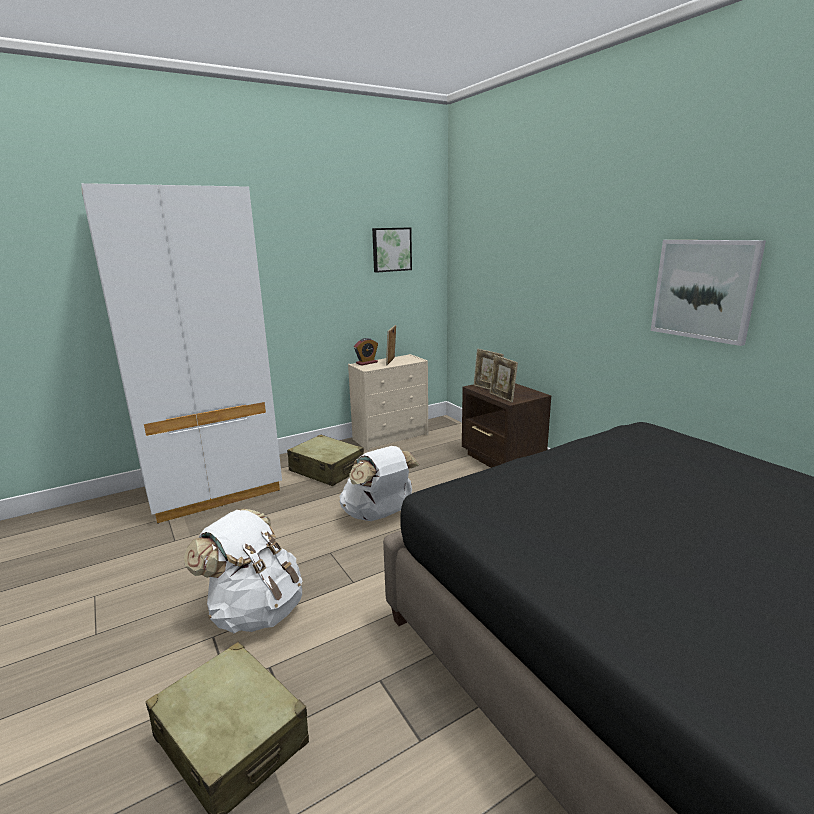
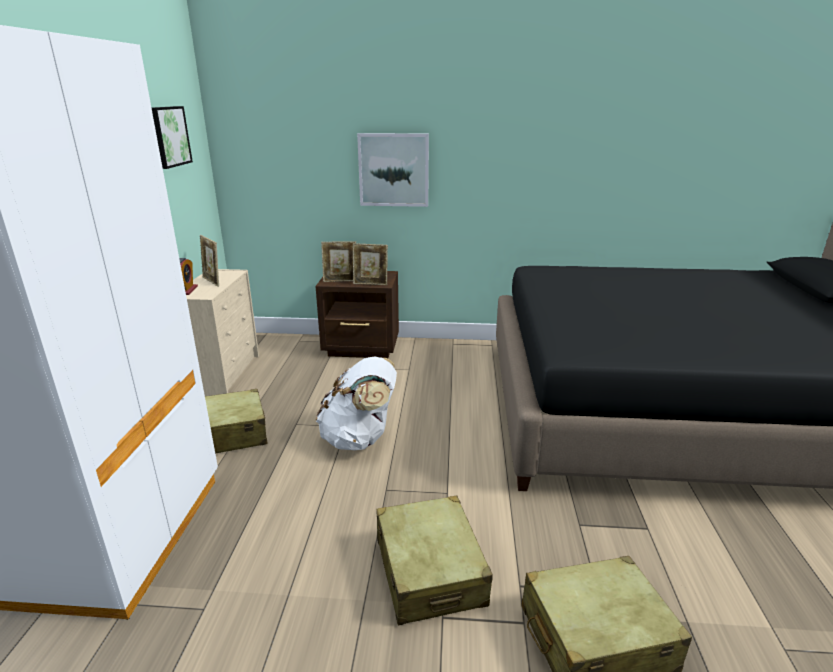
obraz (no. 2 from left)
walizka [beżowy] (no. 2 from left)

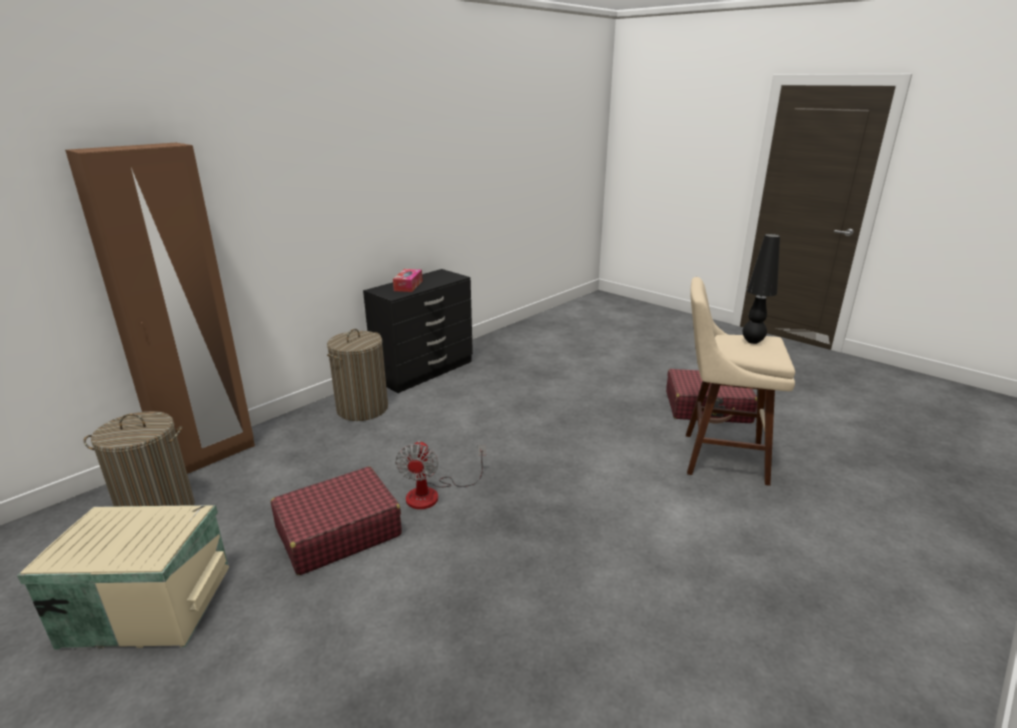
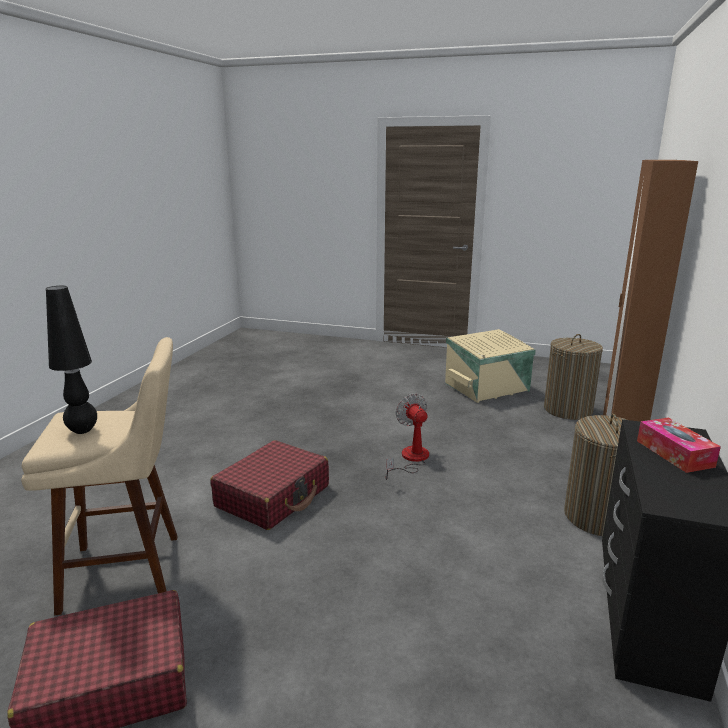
walizka [czerwony] (no. 2 from left)

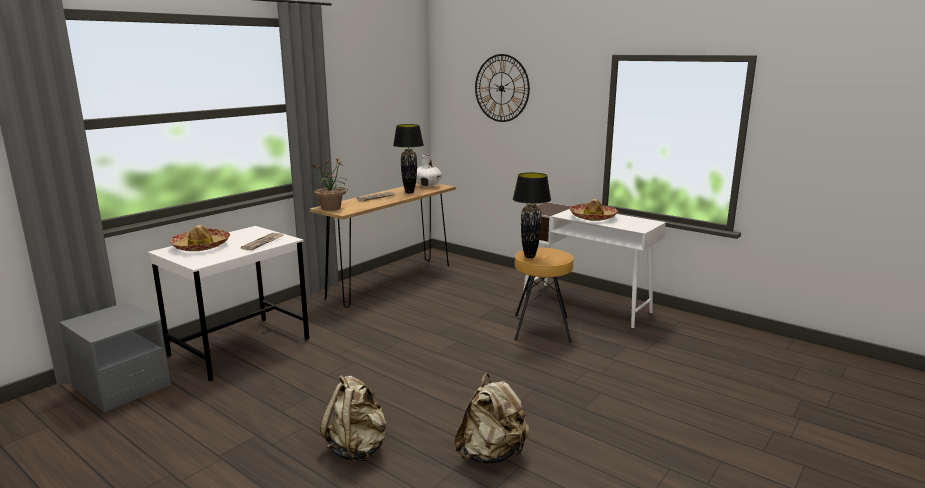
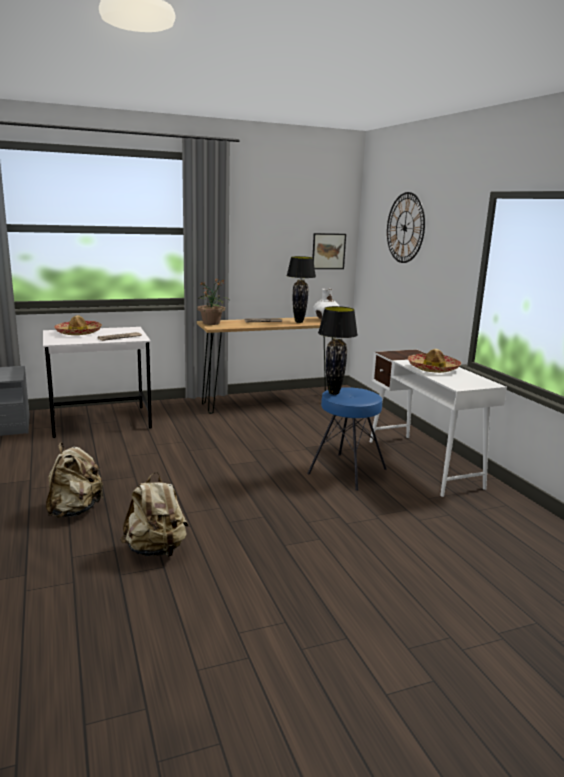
stołek [niebieski]
obraz

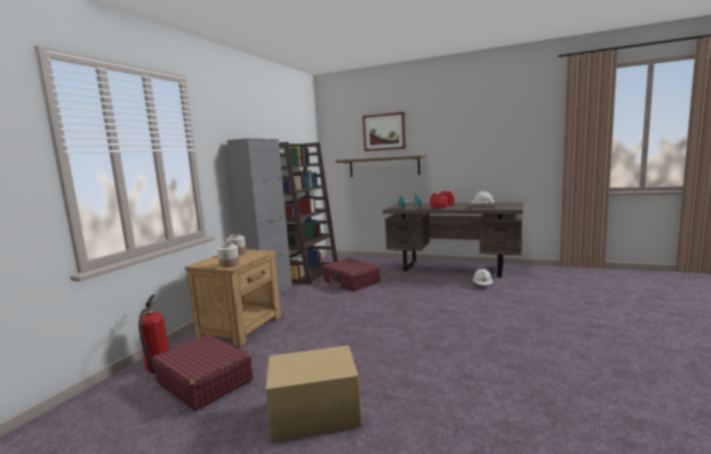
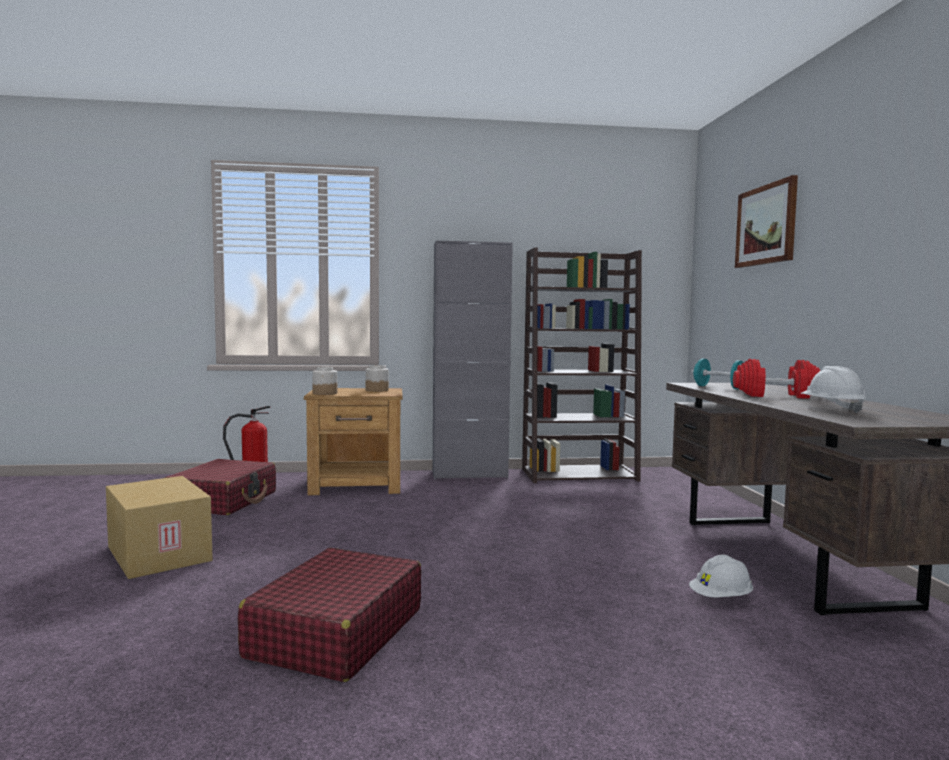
półka
walizka [czerwony] (no. 2 from left)

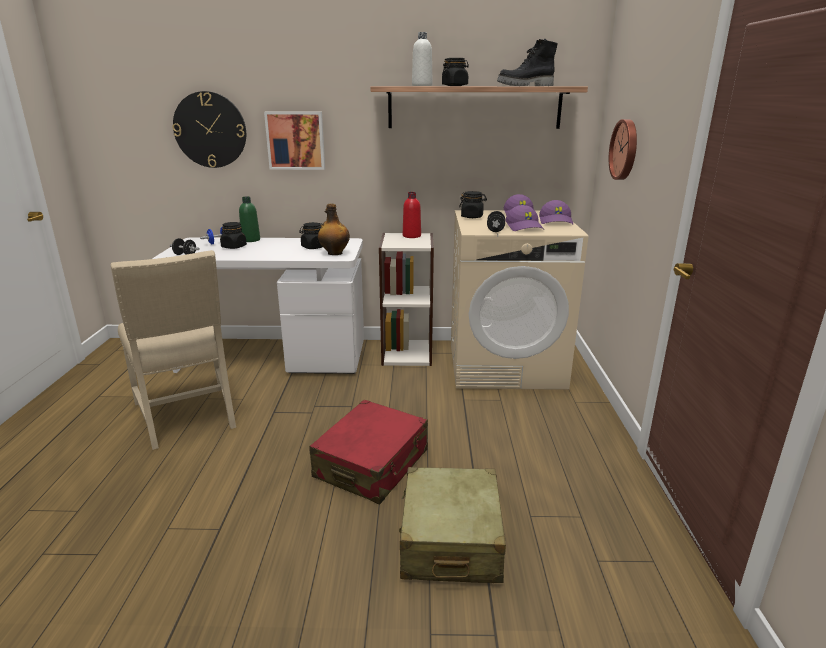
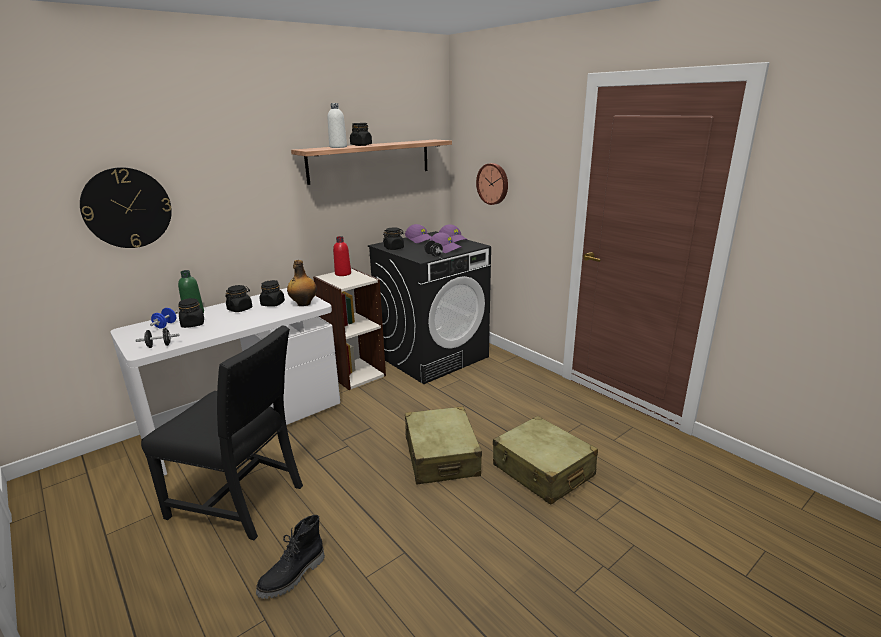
but z cholewką [czarny]
obraz
pralka [czarny]
krzesło [czarny]
walizka [beżowy] (no. 1 from left)
słoik [czarny] (no. 2 from left)

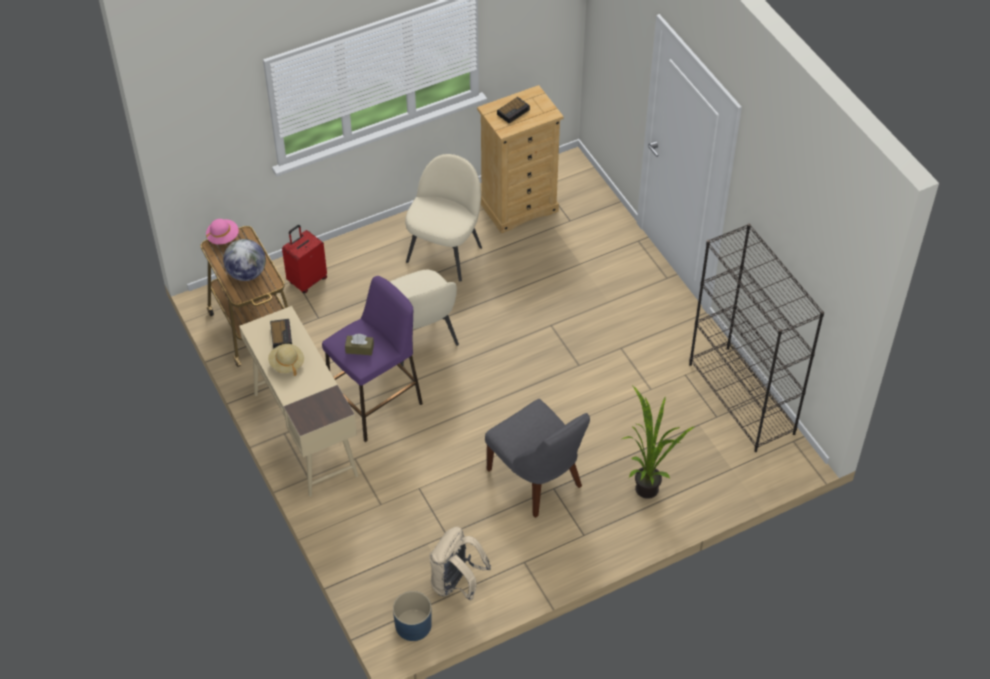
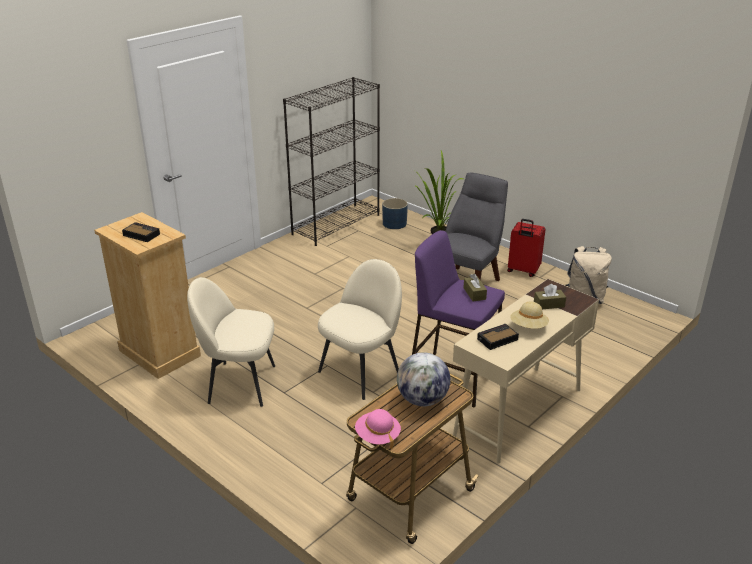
walizka [czerwony]
donica [niebieski]
pudełko chusteczek [brązowy] (no. 2 from left)

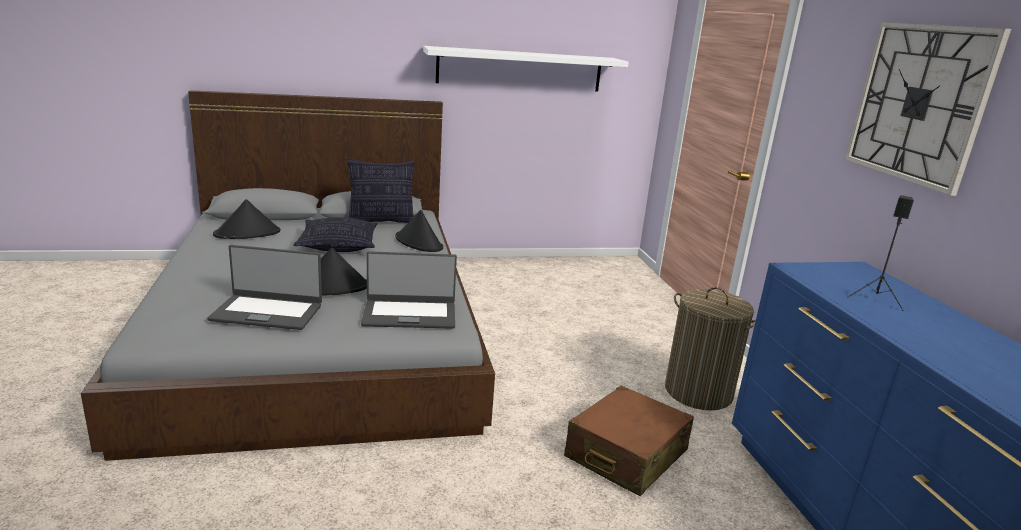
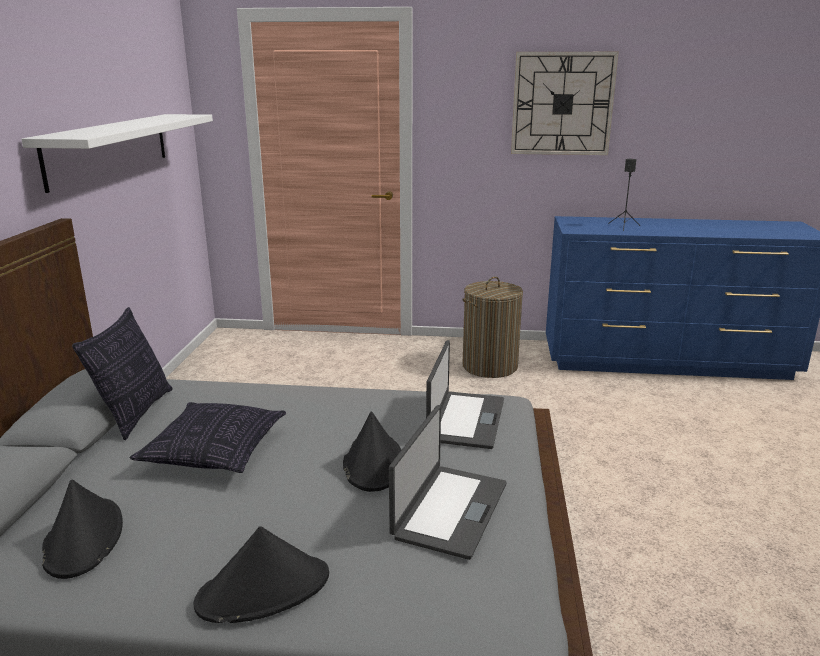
kapelusz [czarny] (no. 2 from left)
walizka [brązowy]

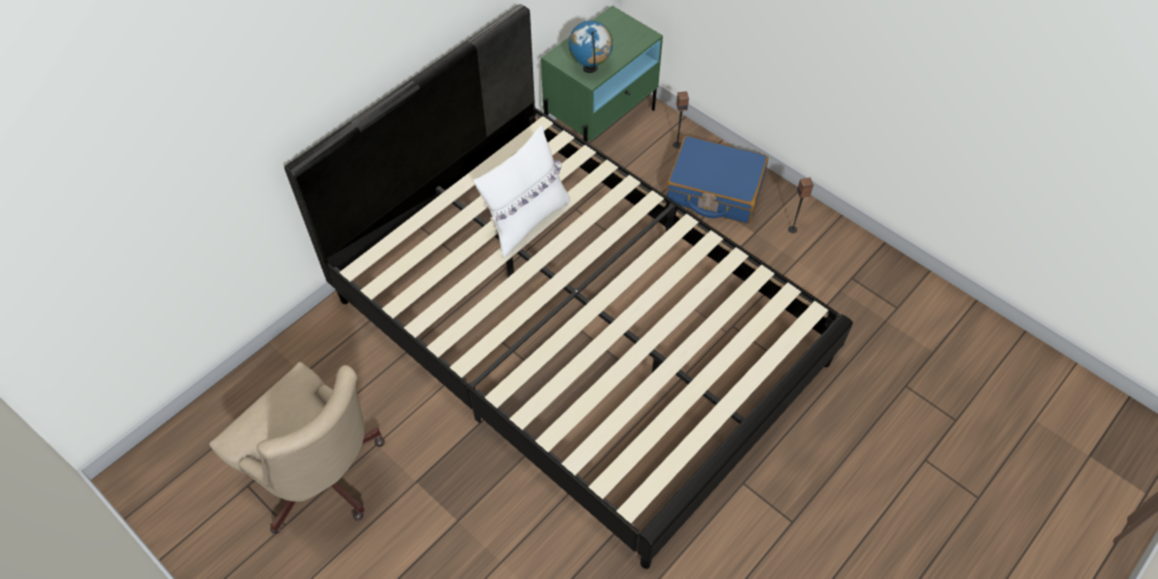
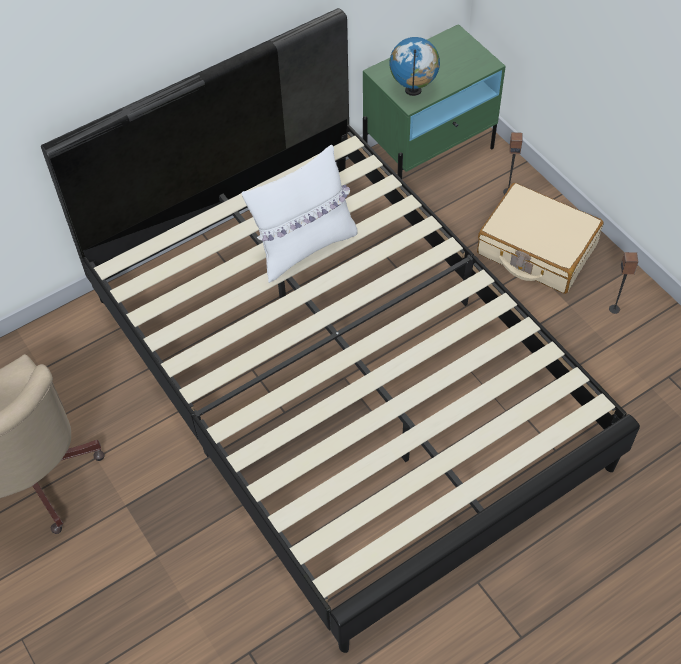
walizka [beżowy]

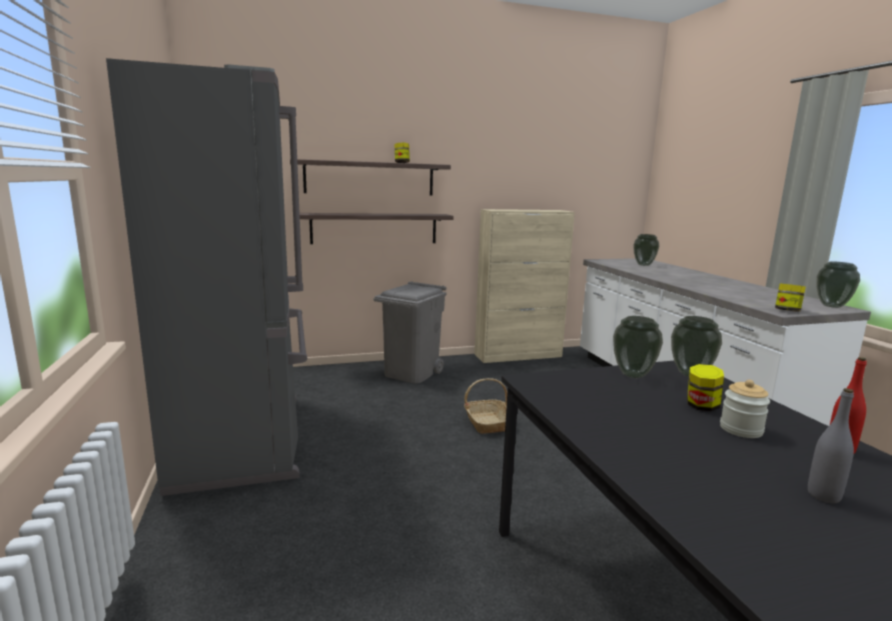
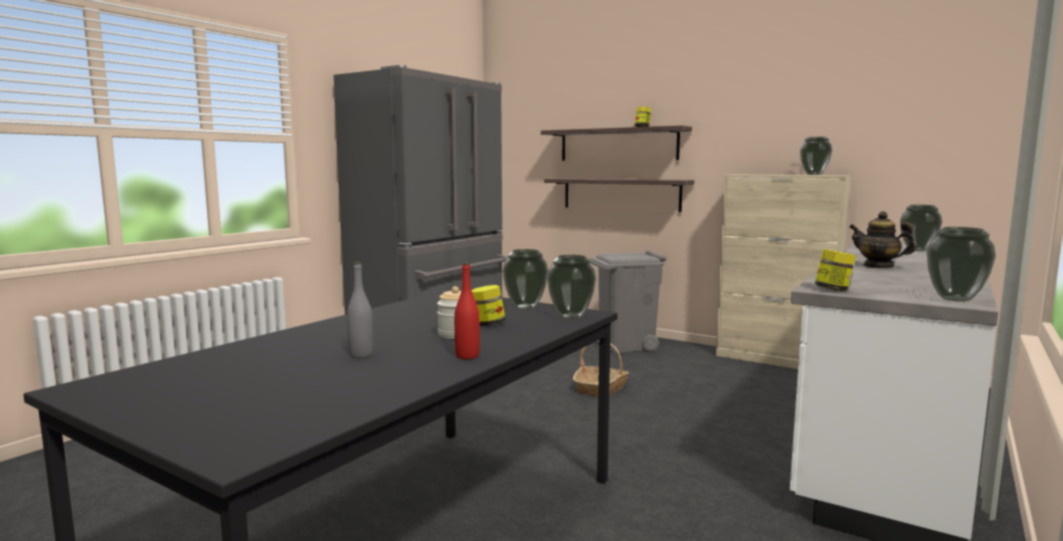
wazon (no. 3 from left)
imbryk

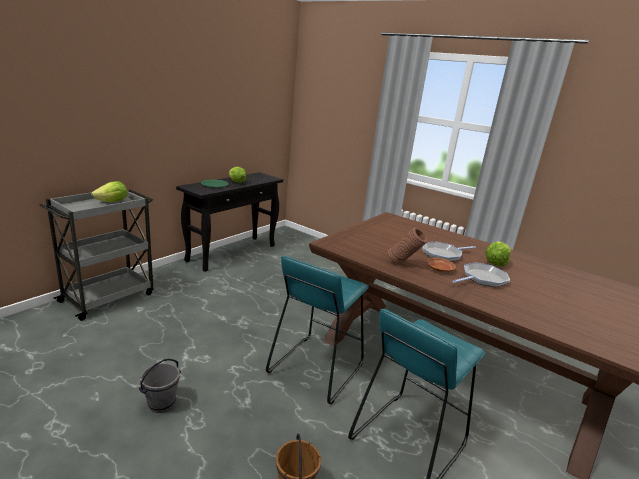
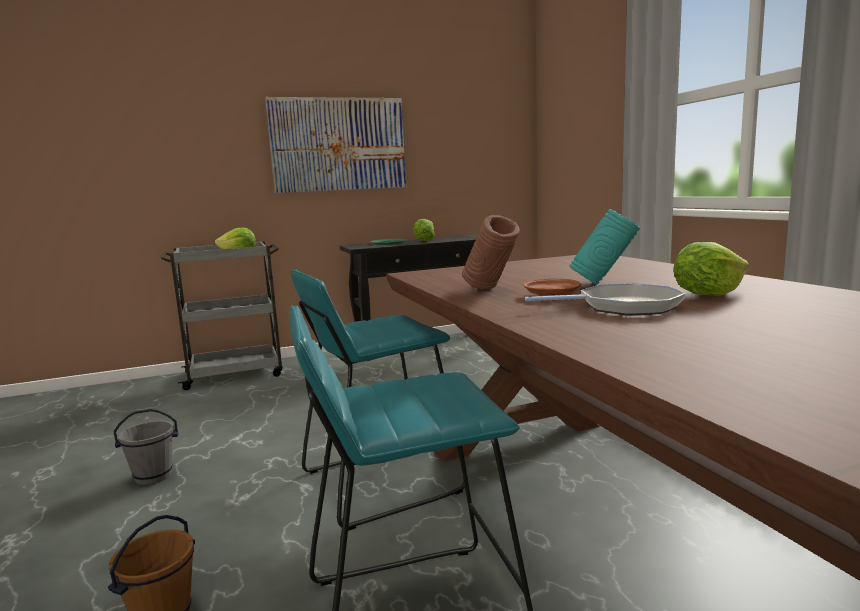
wazon [turkusowy]
obraz

